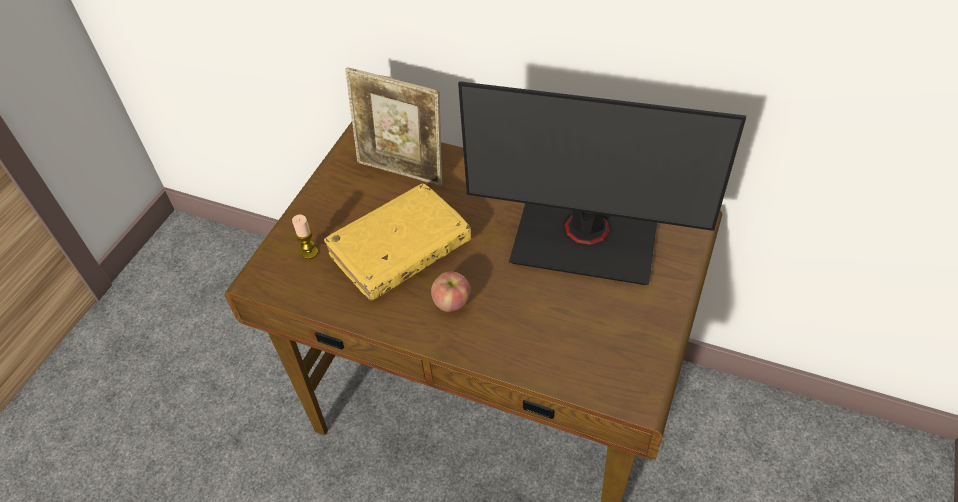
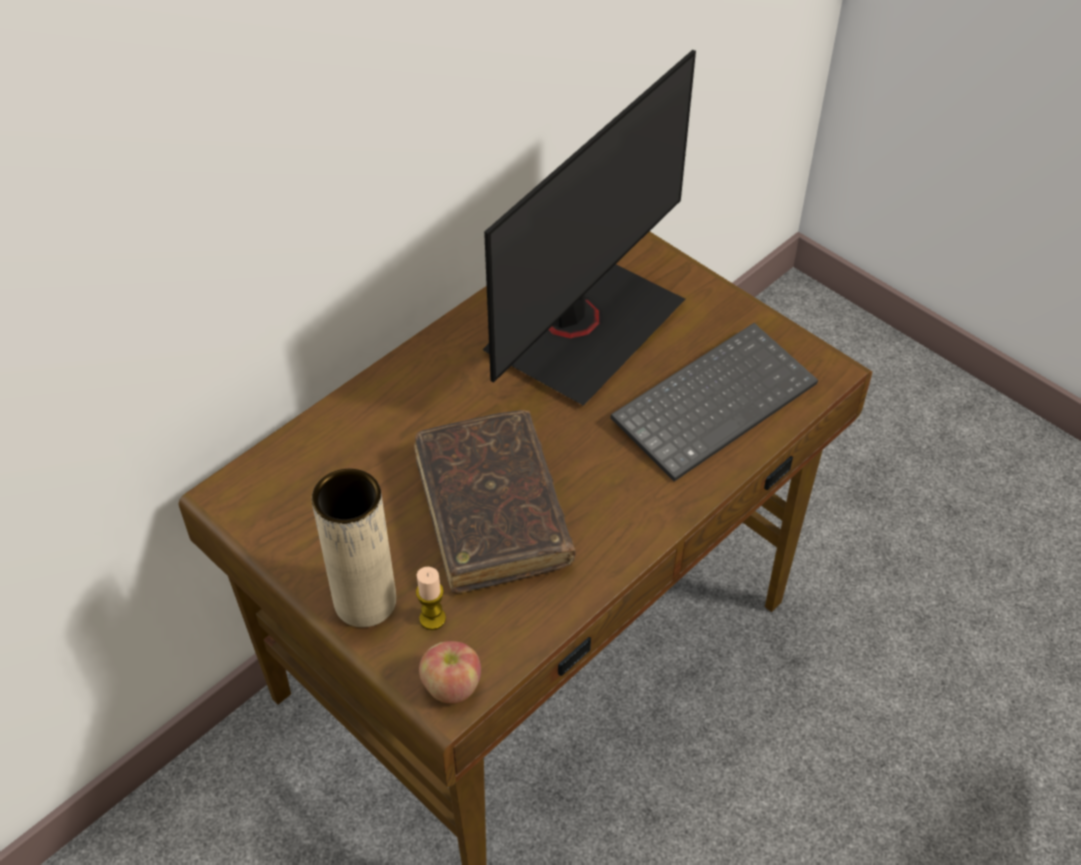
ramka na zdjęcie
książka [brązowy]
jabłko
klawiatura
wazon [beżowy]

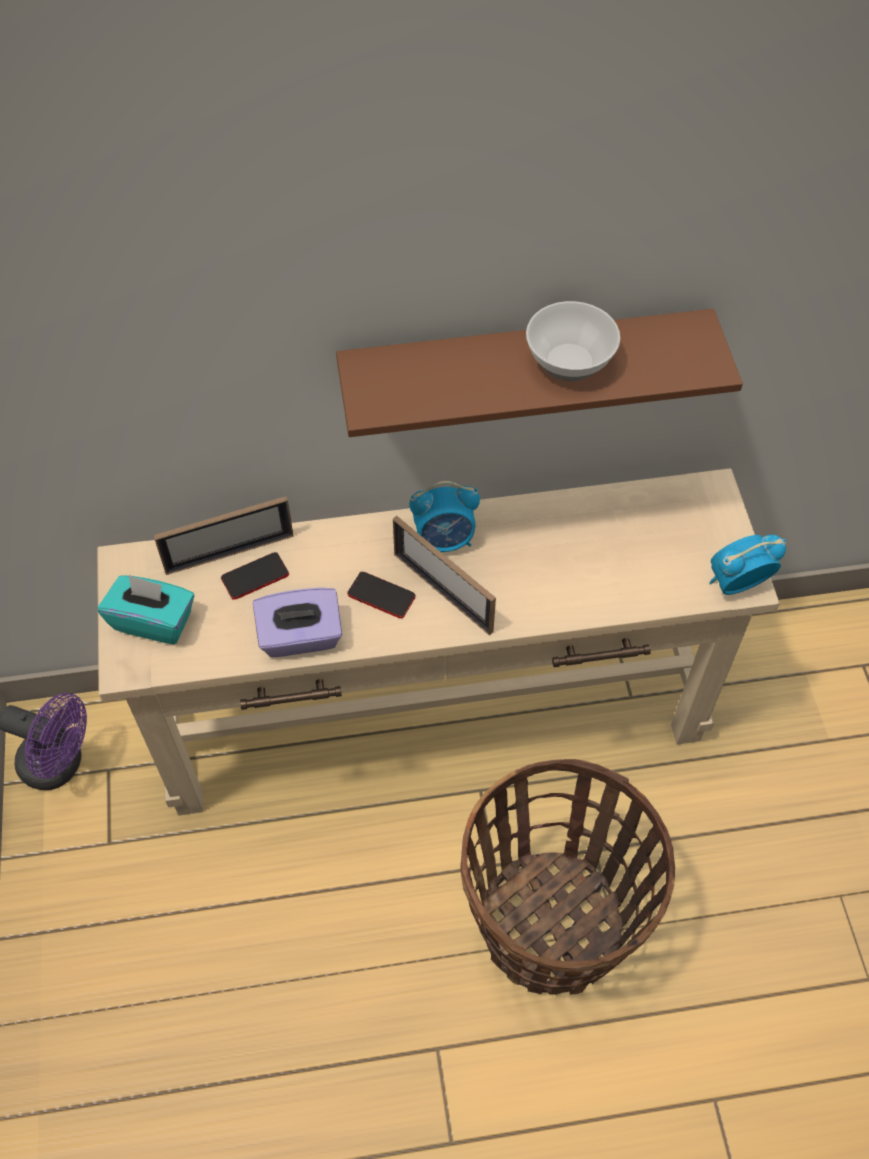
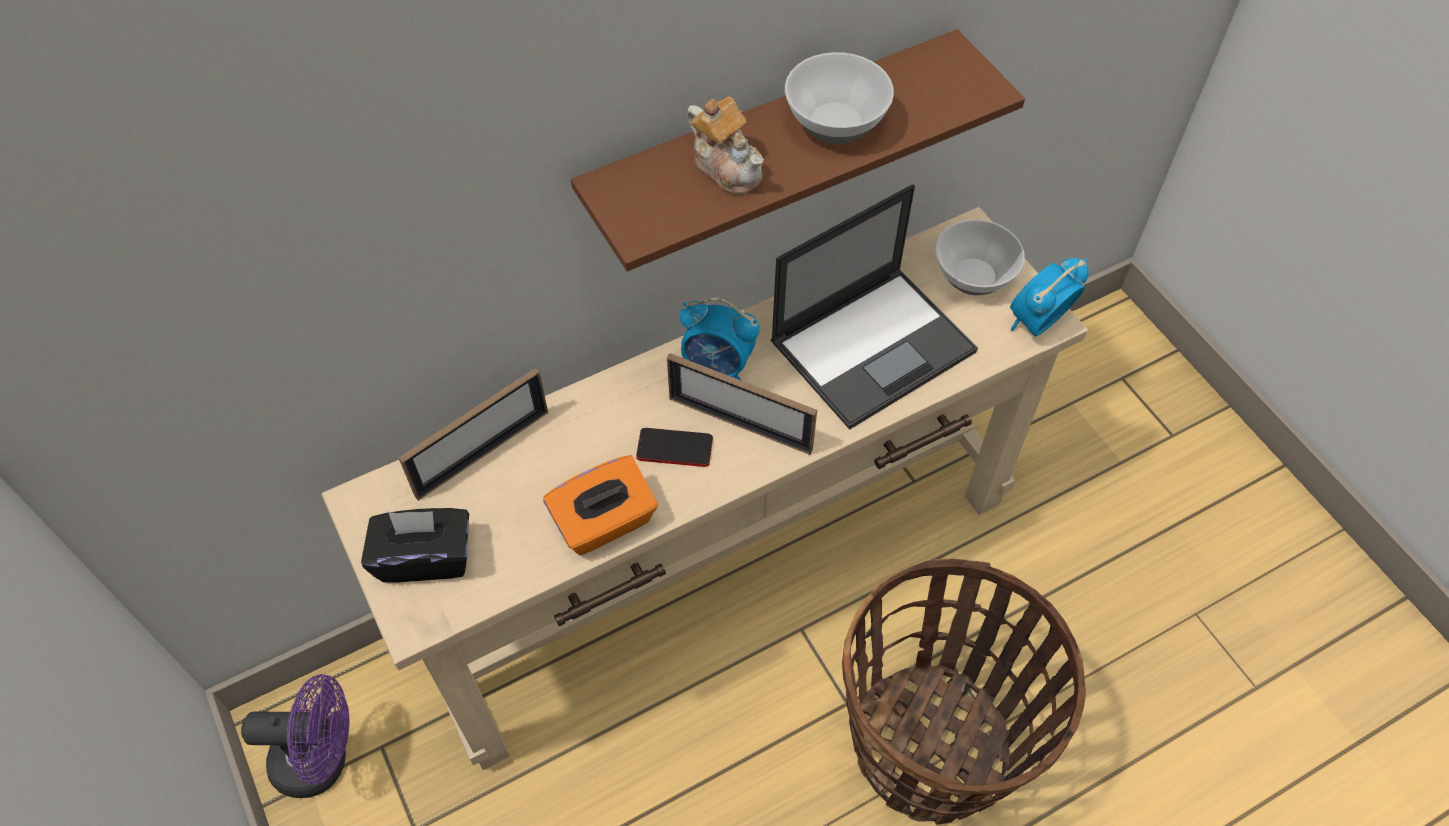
budzik (no. 1 from left)
telefon (no. 1 from left in the first image)
pudełko chusteczek [czarny]
pudełko chusteczek [pomarańczowy]
imbryk
laptop
miska (no. 2 from left)

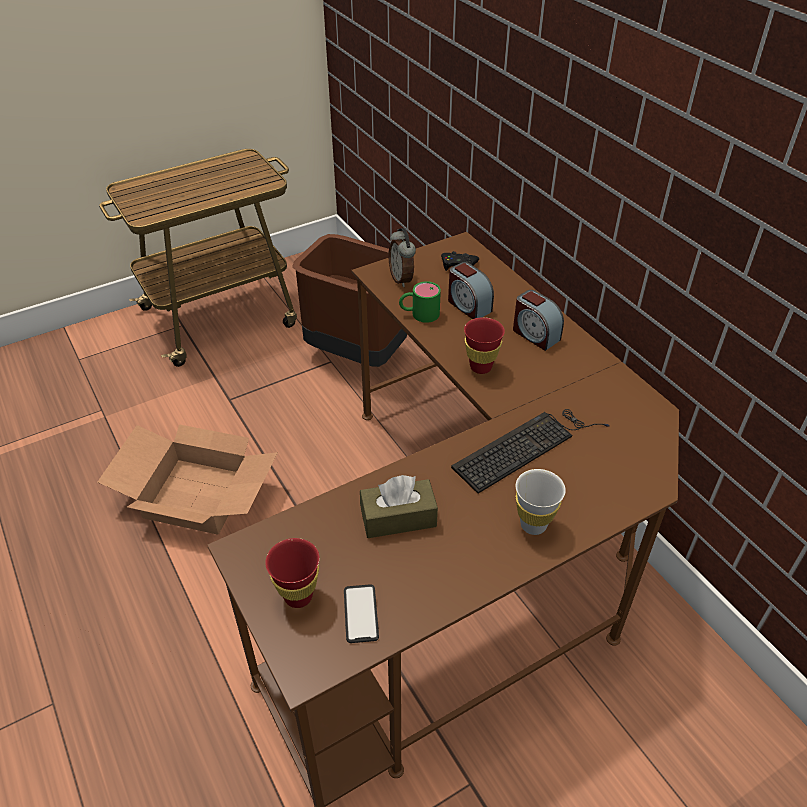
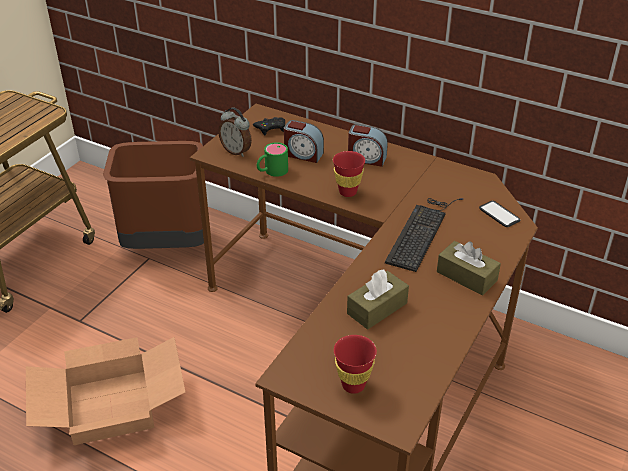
pudełko chusteczek [brązowy] (no. 2 from left)
telefon

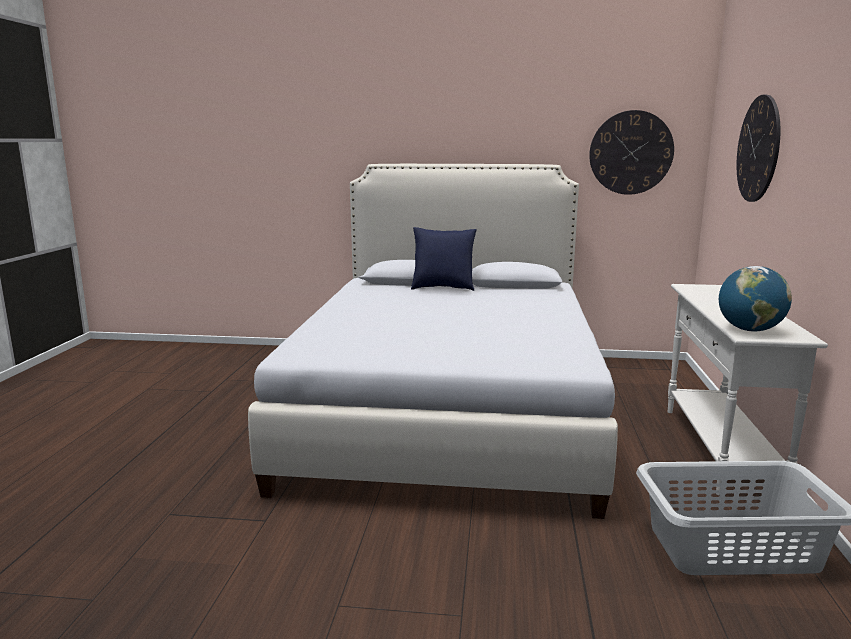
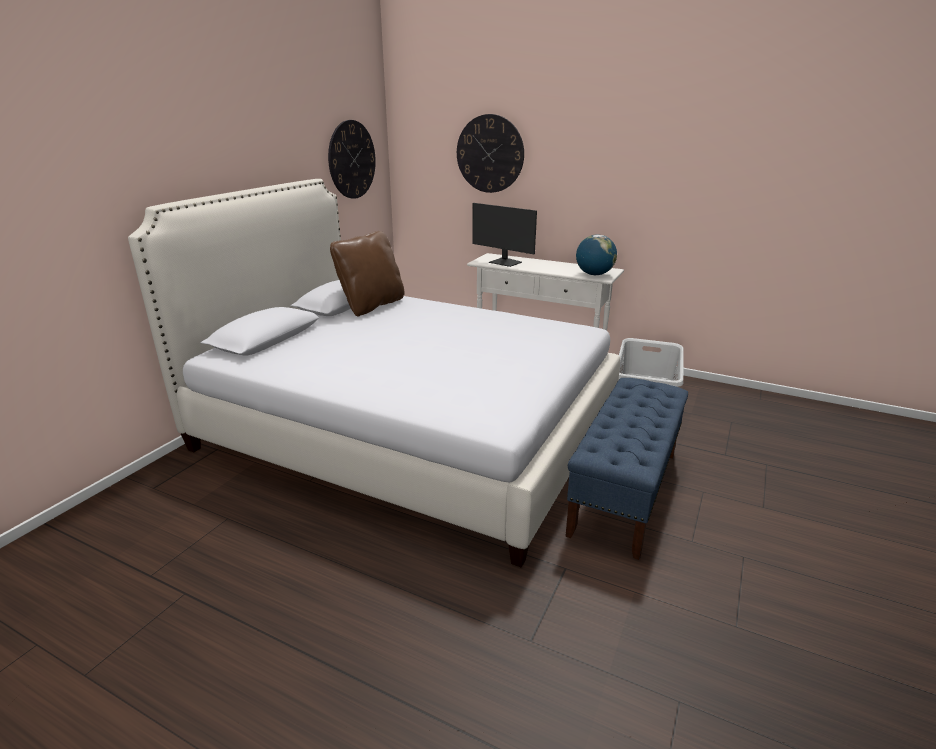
poduszka [niebieski]
monitor
poduszka [brązowy]
ławka [niebieski]

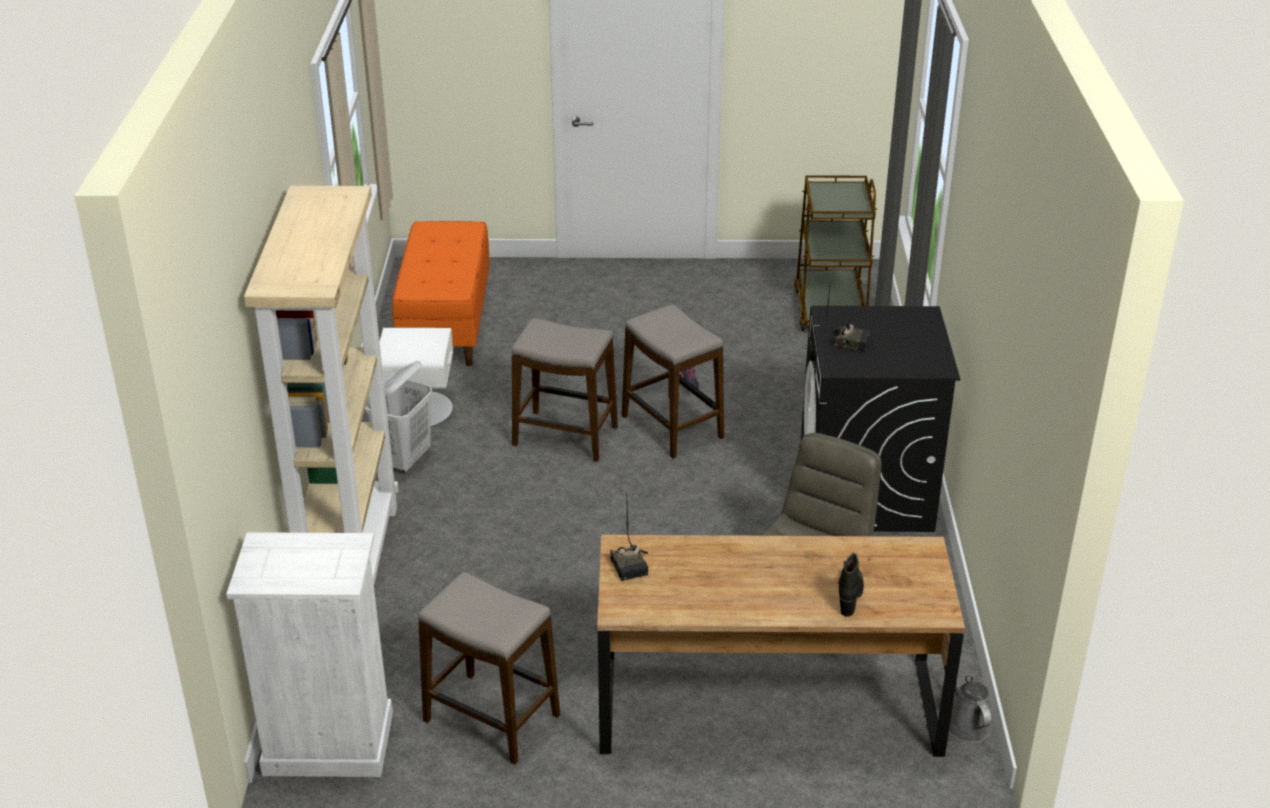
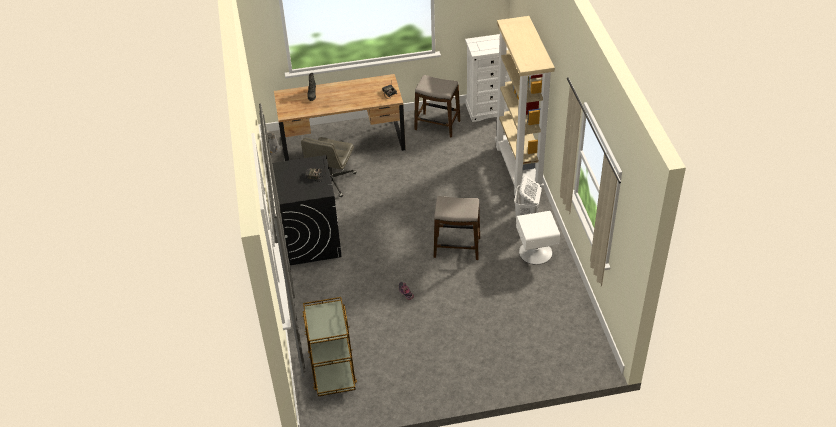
ławka [pomarańczowy]
stołek (no. 3 from left in the first image)

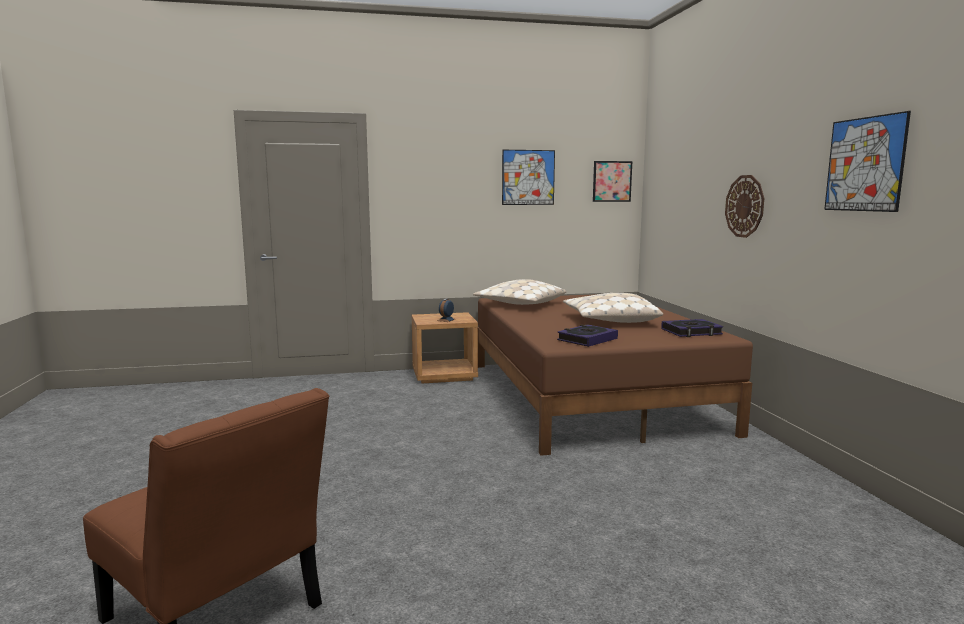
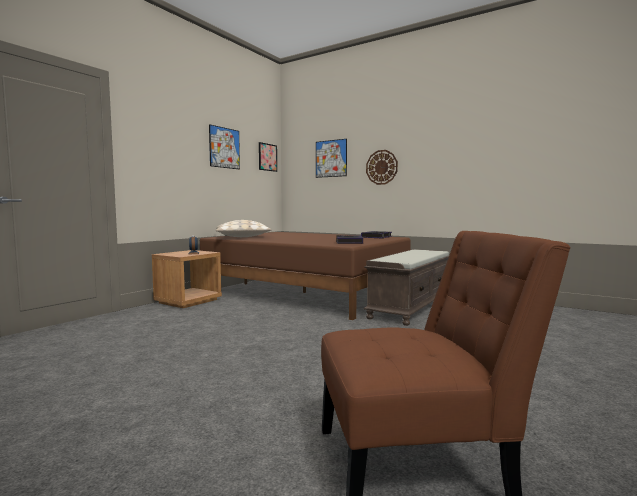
obraz (no. 3 from left)
poduszka [beżowy] (no. 2 from left in the first image)
ławka [brązowy]

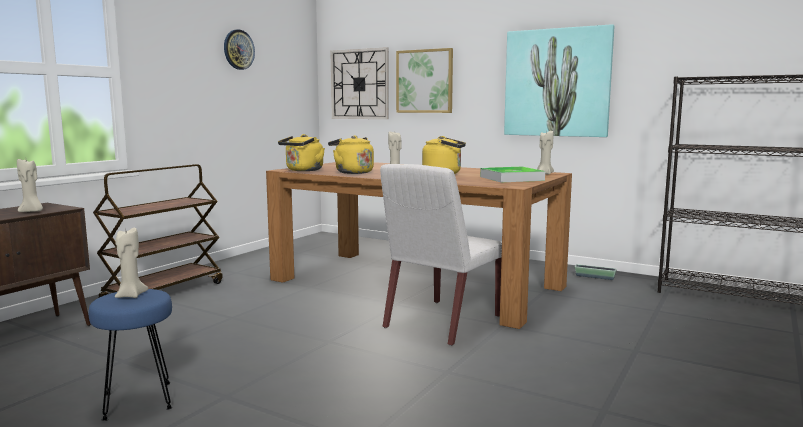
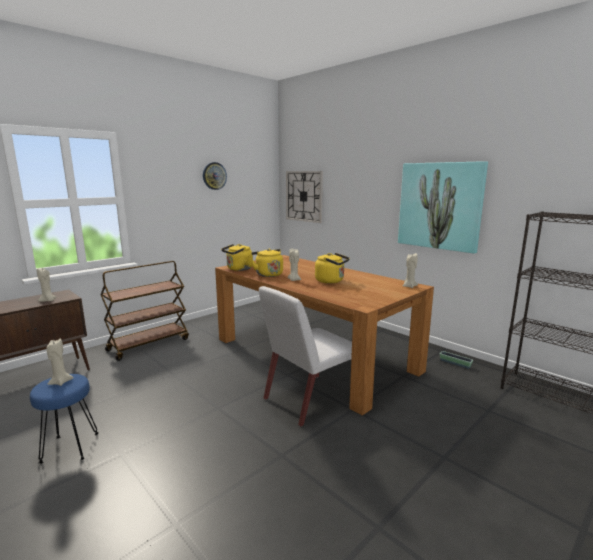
obraz (no. 1 from left in the first image)
taca

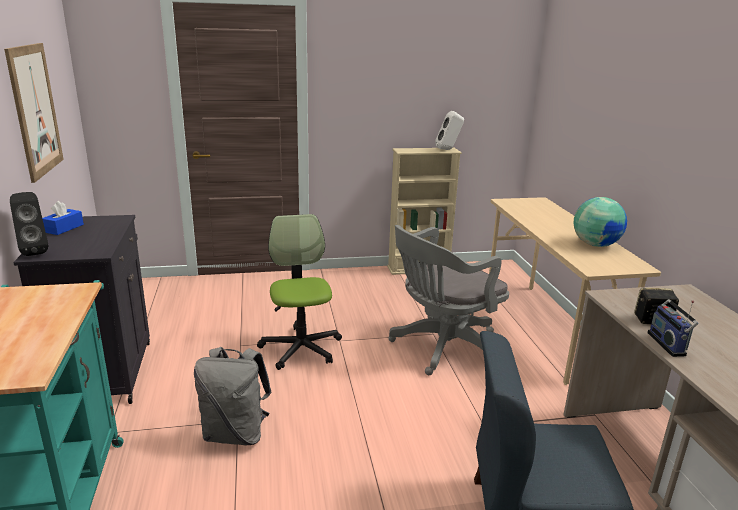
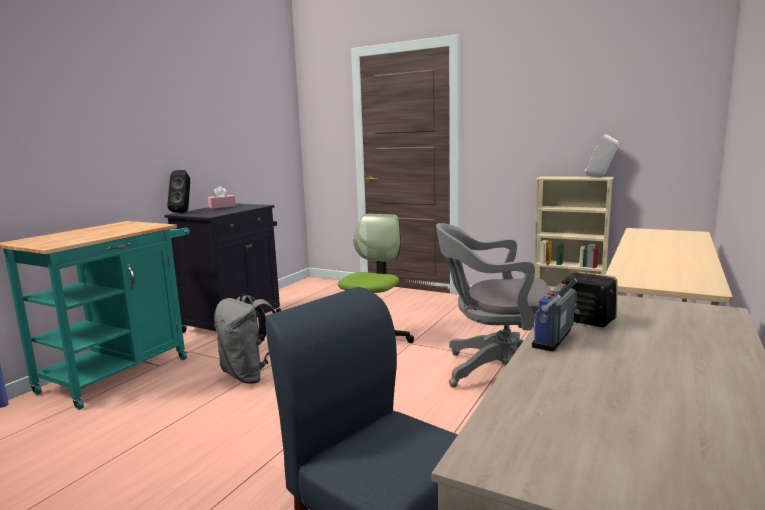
obraz
globus
pudełko chusteczek [różowy]

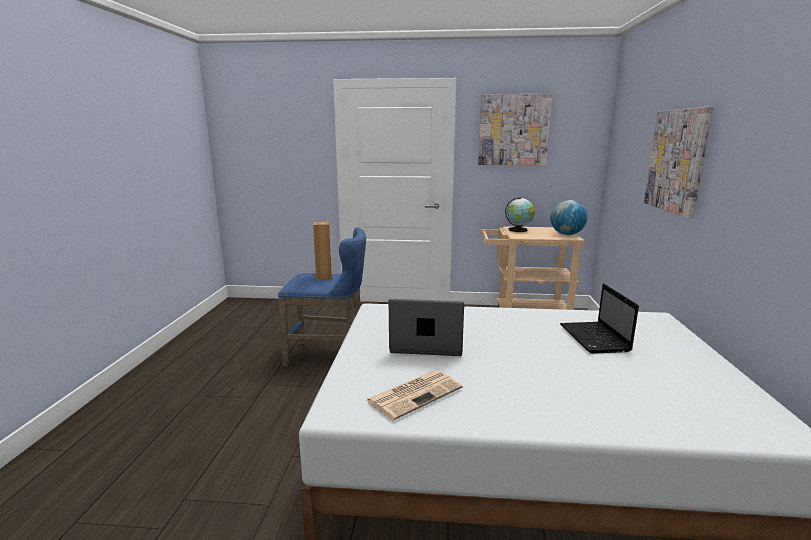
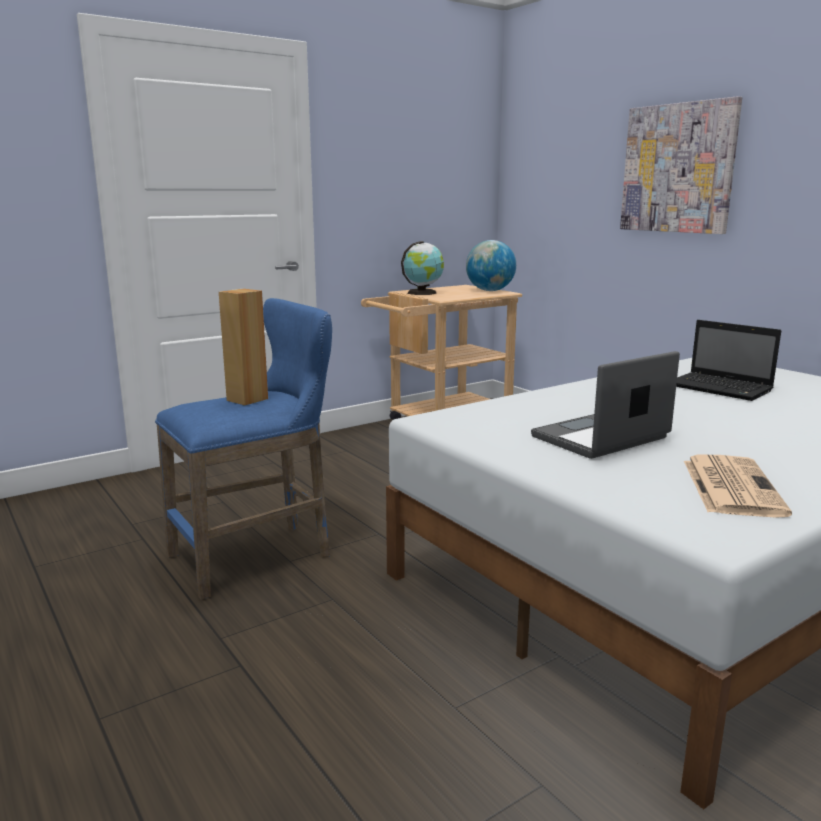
obraz (no. 1 from left in the first image)

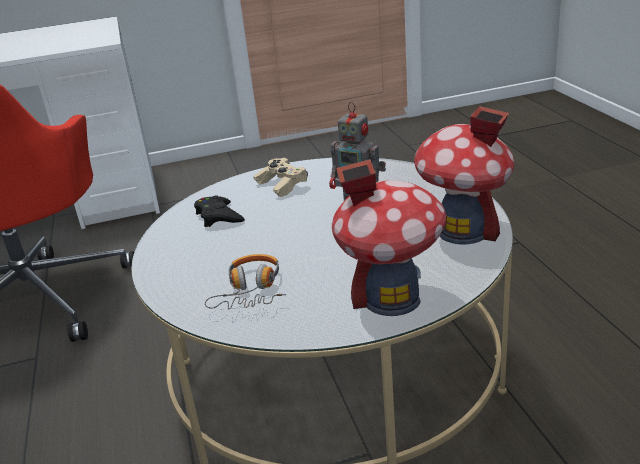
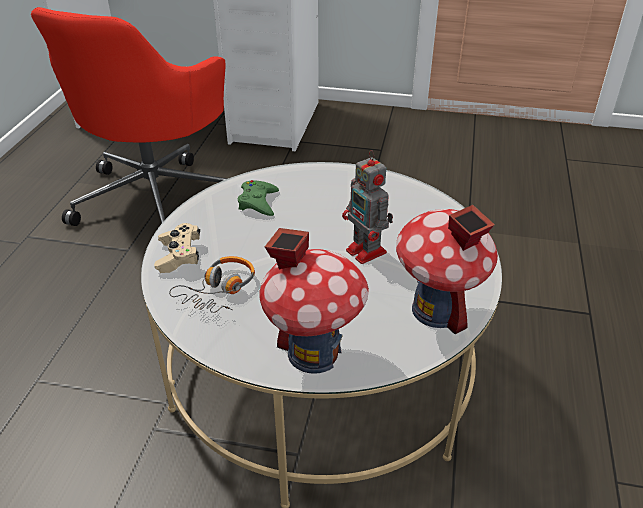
pad do gier [beżowy]
pad do gier [zielony]

